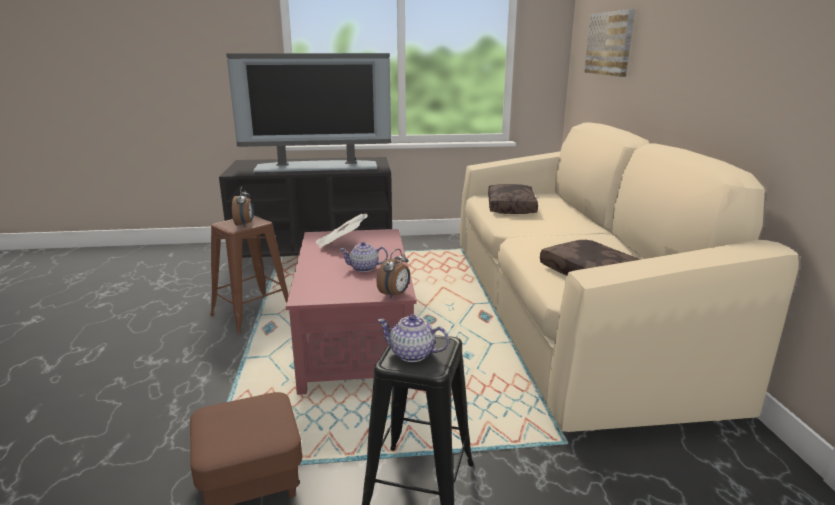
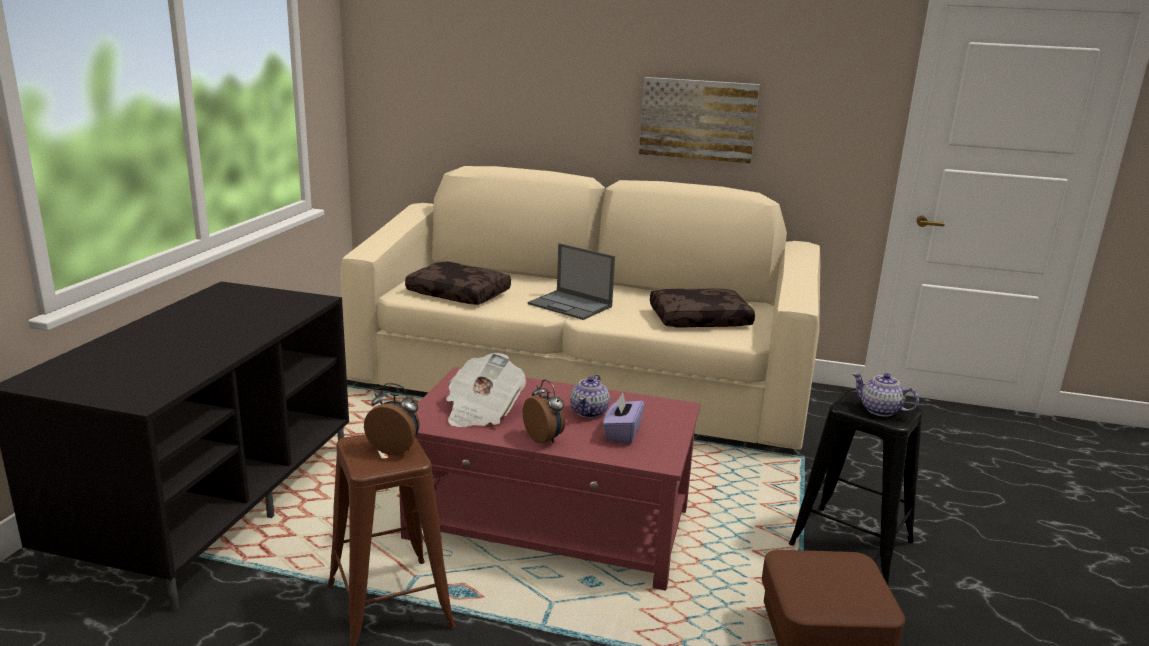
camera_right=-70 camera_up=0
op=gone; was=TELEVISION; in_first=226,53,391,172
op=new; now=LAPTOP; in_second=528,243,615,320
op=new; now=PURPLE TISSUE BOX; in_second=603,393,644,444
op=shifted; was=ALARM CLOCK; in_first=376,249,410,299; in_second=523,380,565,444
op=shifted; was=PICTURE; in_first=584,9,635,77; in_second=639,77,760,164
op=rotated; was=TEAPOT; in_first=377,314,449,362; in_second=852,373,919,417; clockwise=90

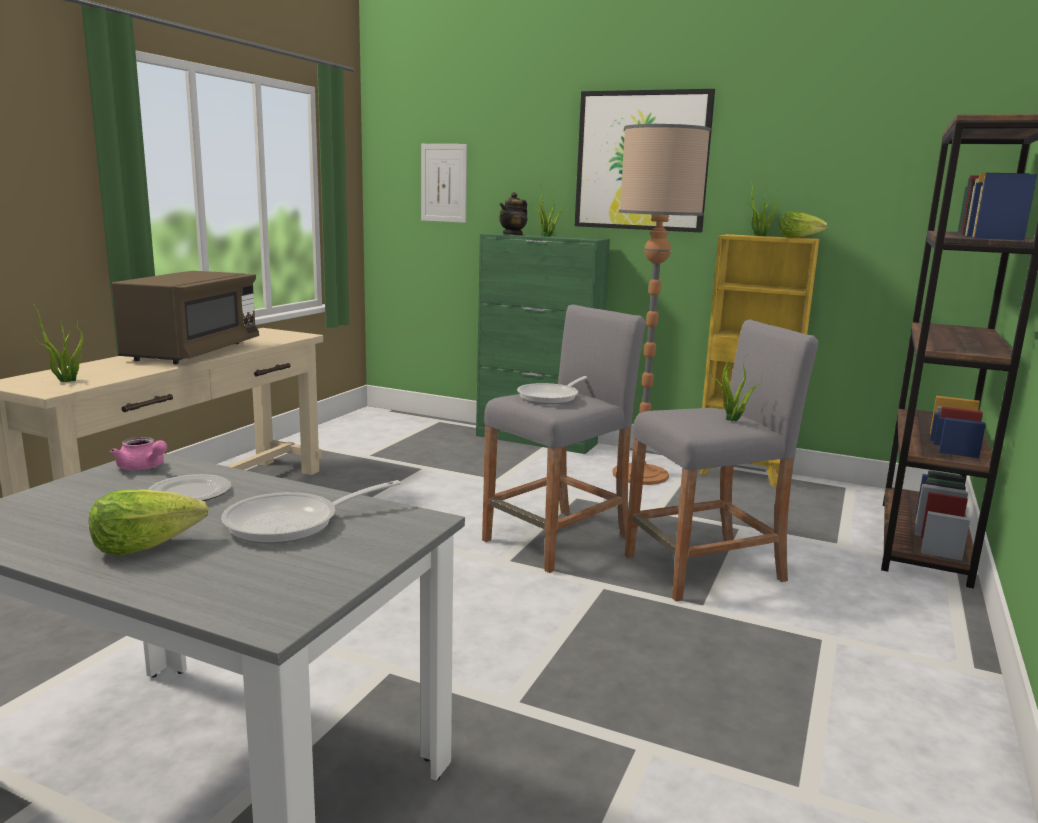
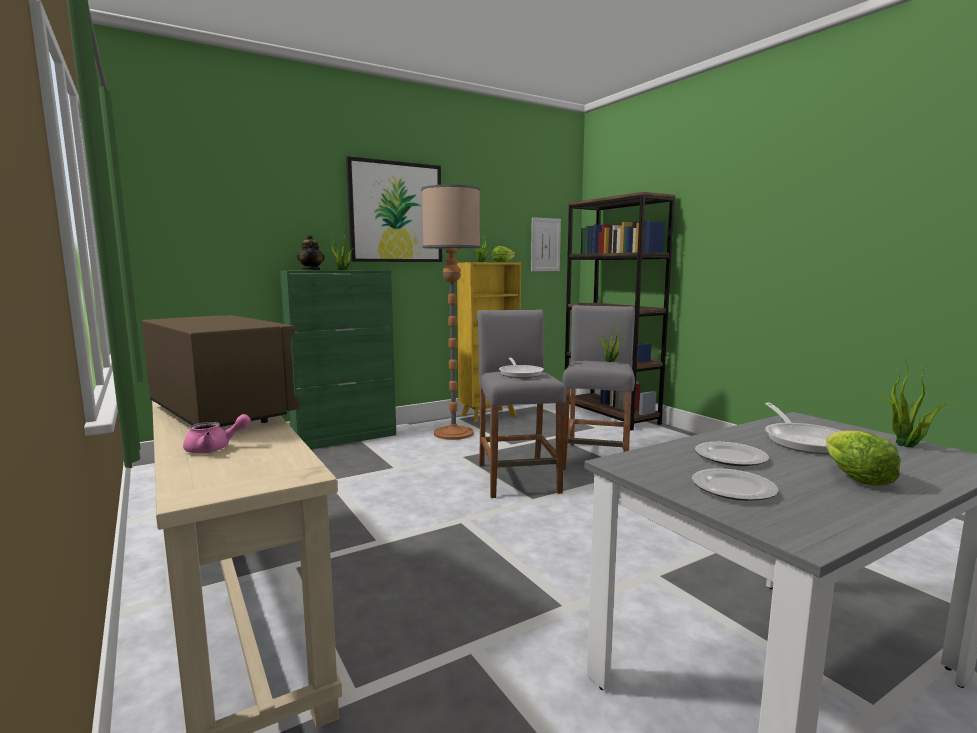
camera_right=-55 camera_up=-5
op=new; now=PLATE; in_second=692,468,778,501
op=shifted; was=POTTED PLANT; in_first=33,303,83,382; in_second=877,360,958,448
op=shifted; was=PINK TEAPOT; in_first=110,437,167,470; in_second=183,414,251,453
op=shifted; was=PICTURE; in_first=421,144,467,223; in_second=531,217,561,271

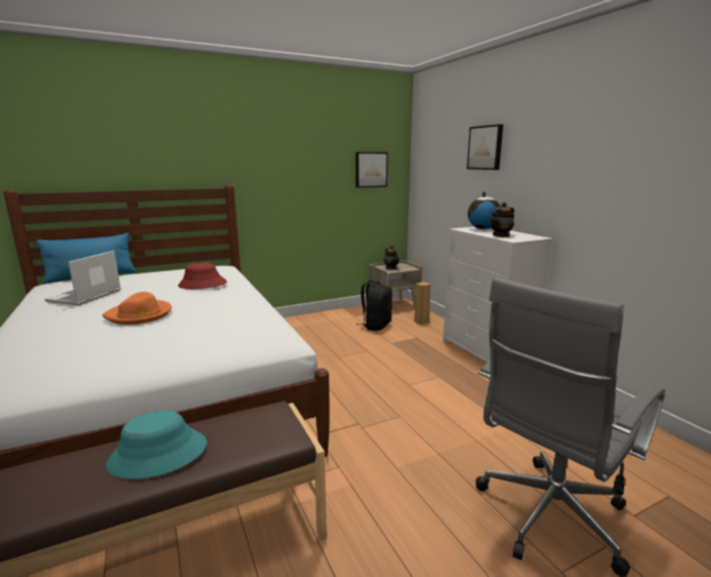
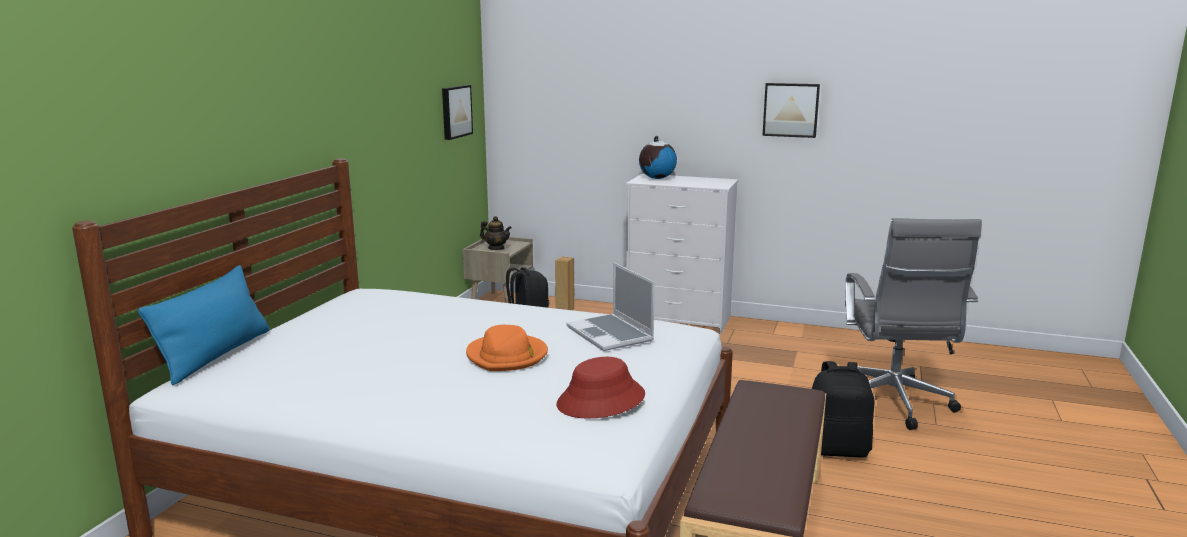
camera_right=-45 camera_up=0
op=gone; was=TURQUOISE HAT; in_first=106,410,207,479
op=gone; was=TEAPOT; in_first=490,202,514,237
op=new; now=BLACK BACKPACK; in_second=812,361,874,458
op=shifted; was=LAPTOP; in_first=45,251,121,306; in_second=566,263,655,351
op=shifted; was=RED HAT; in_first=178,263,227,289; in_second=556,357,645,419
op=shifted; was=PICTURE; in_first=467,124,503,170; in_second=763,83,820,138

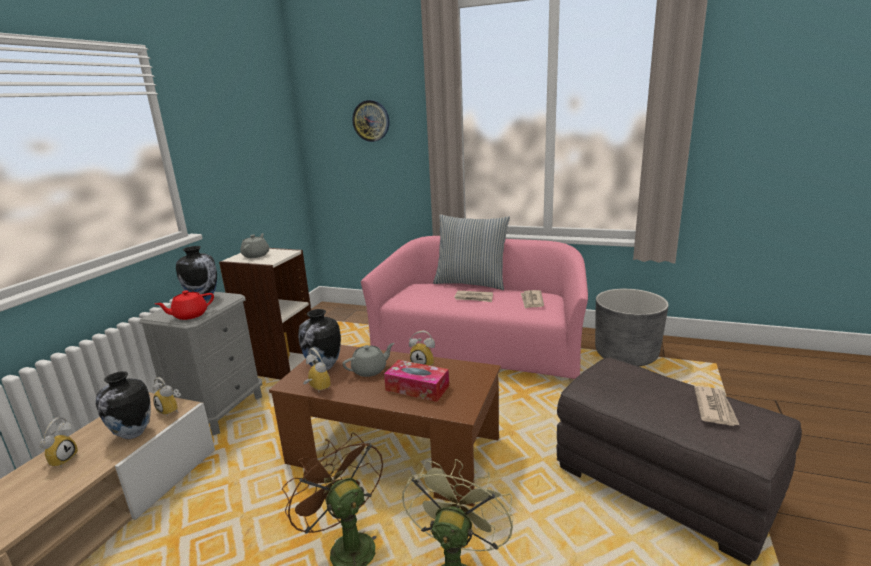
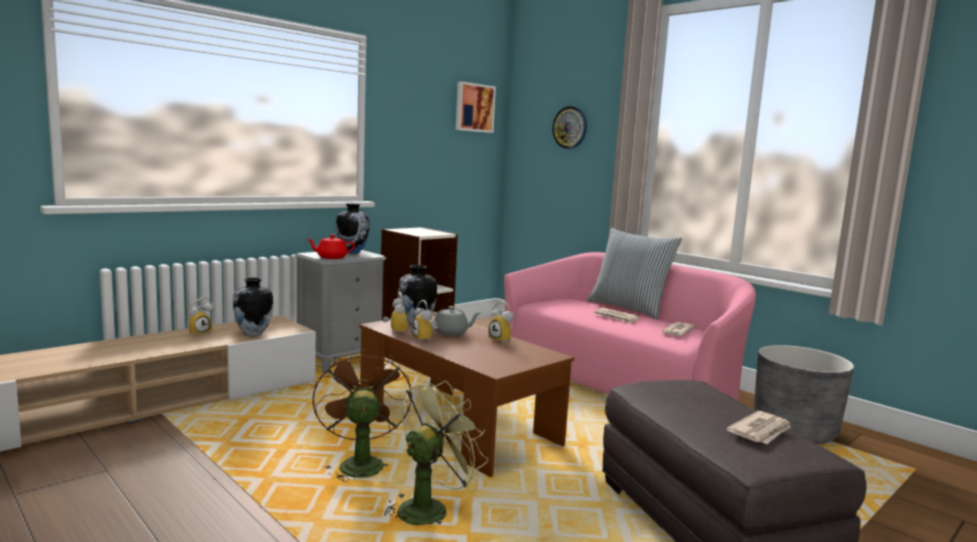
camera_right=25 camera_up=-10
op=gone; was=GREY TEAPOT; in_first=240,233,269,258
op=gone; was=TISSUE BOX; in_first=384,360,449,402
op=new; now=PICTURE; in_second=456,81,496,133
op=shifted; was=ALARM CLOCK; in_first=153,377,181,417; in_second=412,300,437,343

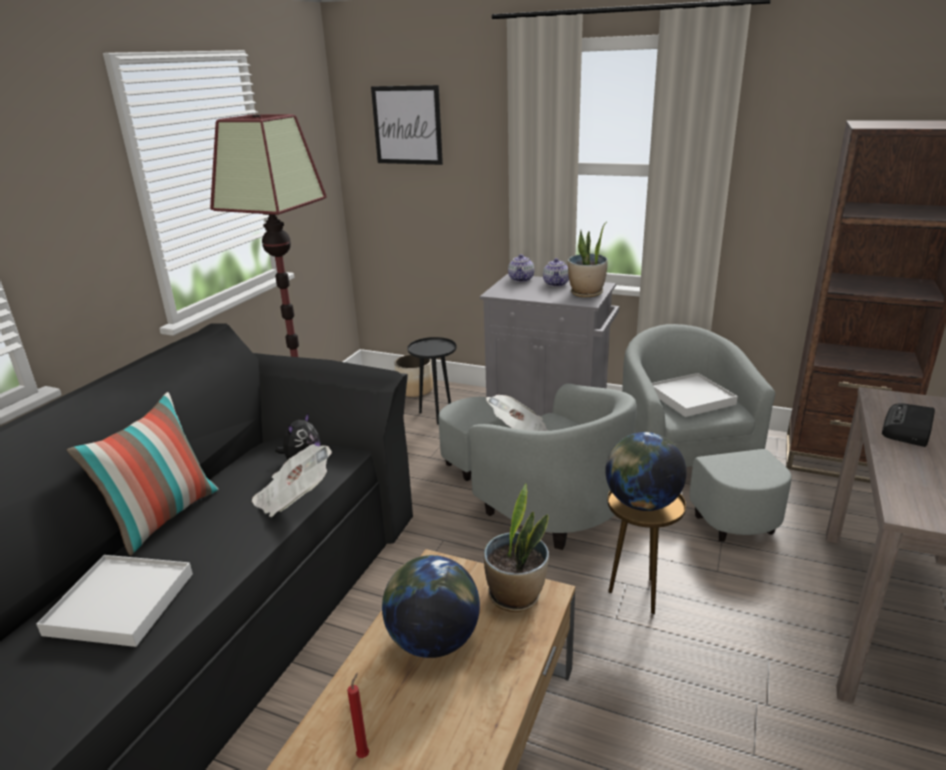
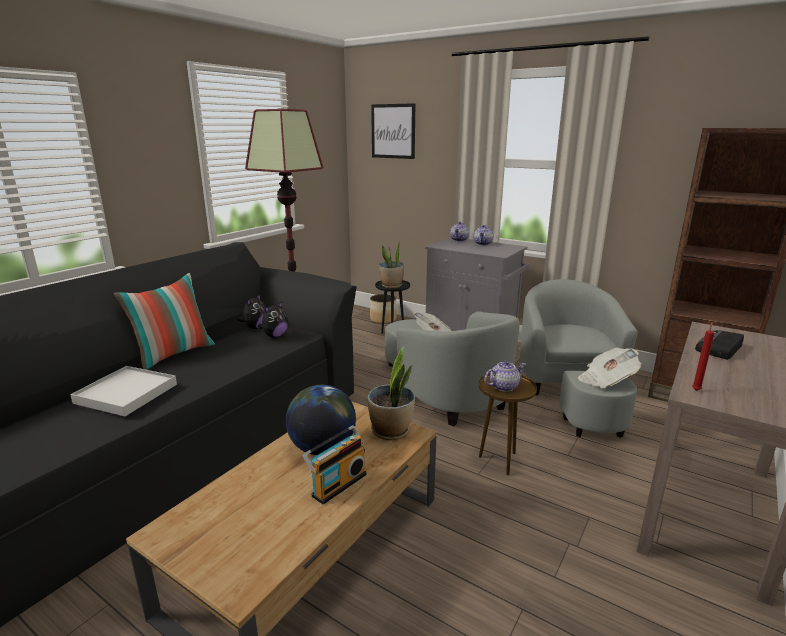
camera_right=10 camera_up=-5
op=gone; was=WHITE TRAY; in_first=652,373,738,417
op=new; now=PLUSH TOY; in_second=237,294,265,329
op=new; now=RADIO; in_second=302,425,367,504
op=shifted; was=NEWSPAPER; in_first=252,444,332,517; in_second=578,348,641,389
op=shifted; was=RED CANDLE; in_first=347,672,369,758; in_second=692,323,714,391
op=shifted; was=POTTED PLANT; in_first=568,222,608,297; in_second=379,241,404,288
op=swapped; was=GLOBE; now=TEAPOT; in_first=605,432,686,511; in_second=484,361,526,392

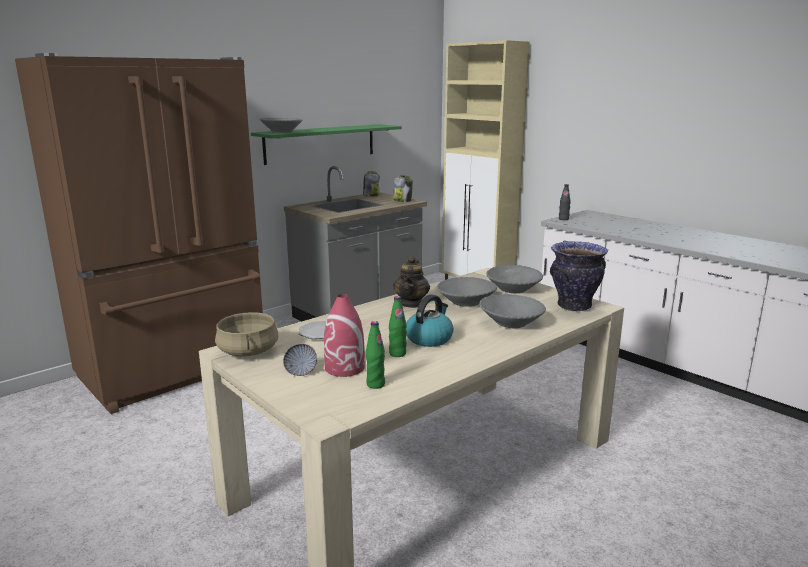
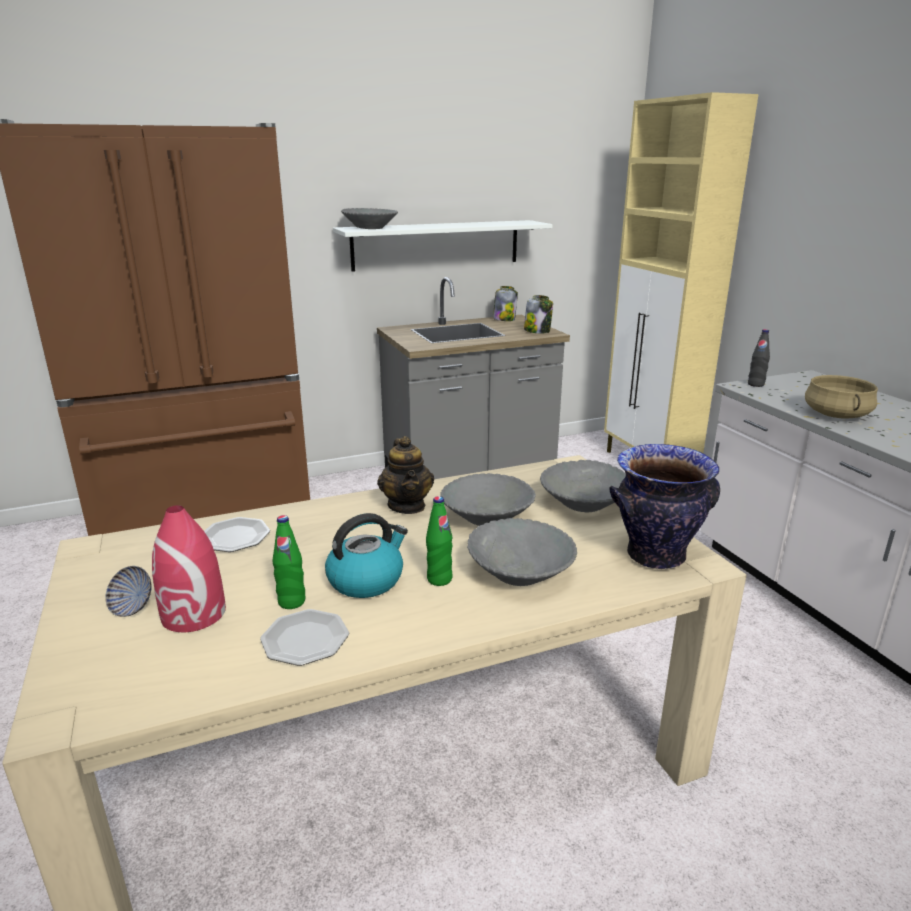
camera_right=20 camera_up=5
op=new; now=PLATE; in_second=260,609,349,666
op=shifted; was=BEIGE COOKING POT; in_first=215,312,278,357; in_second=805,375,878,419
op=shifted; was=GREEN BOTTLE; in_first=366,321,385,389; in_second=426,496,453,586
op=repainted; was=GREEN SHELF; now=WHITE SHELF; in_first=251,124,402,165; in_second=333,220,553,272
op=rotated; was=TEAPOT; in_first=393,256,430,308; in_second=377,436,434,514; clockwise=-45

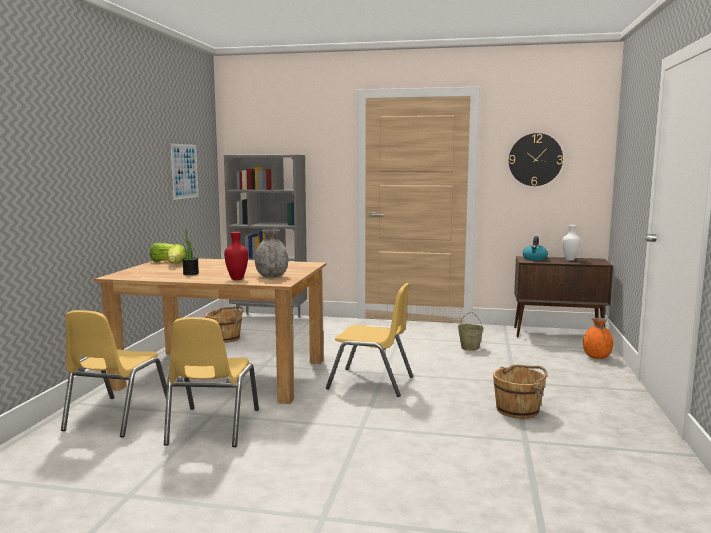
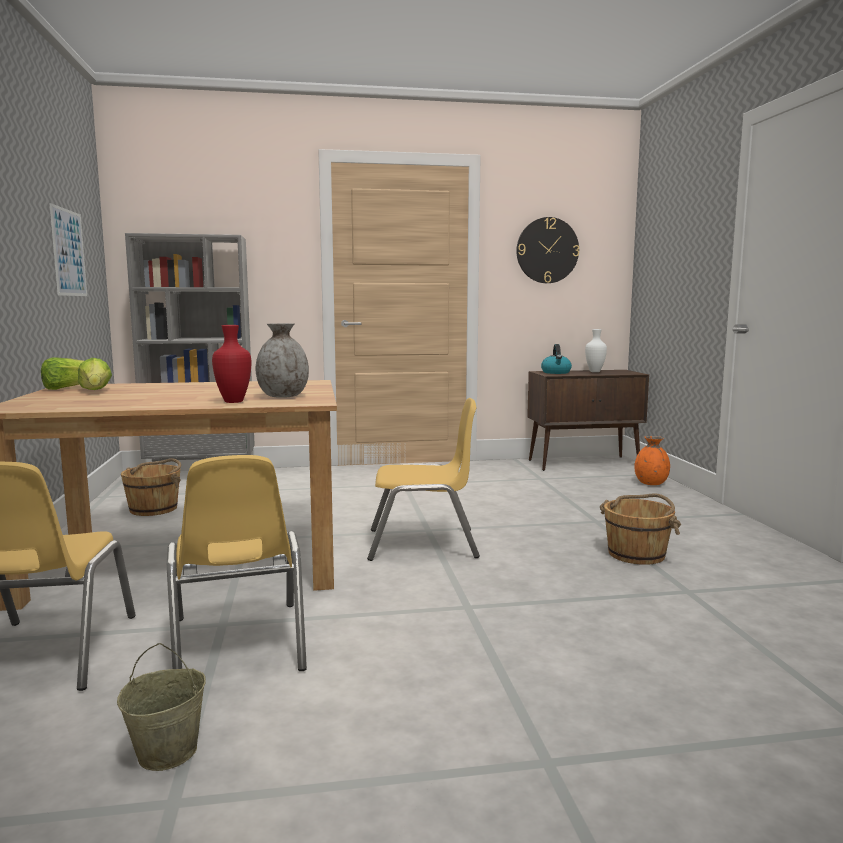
camera_right=-20 camera_up=0
op=gone; was=POTTED PLANT; in_first=182,229,199,275
op=shifted; was=BEIGE BUCKET; in_first=458,312,484,351; in_second=117,643,206,771

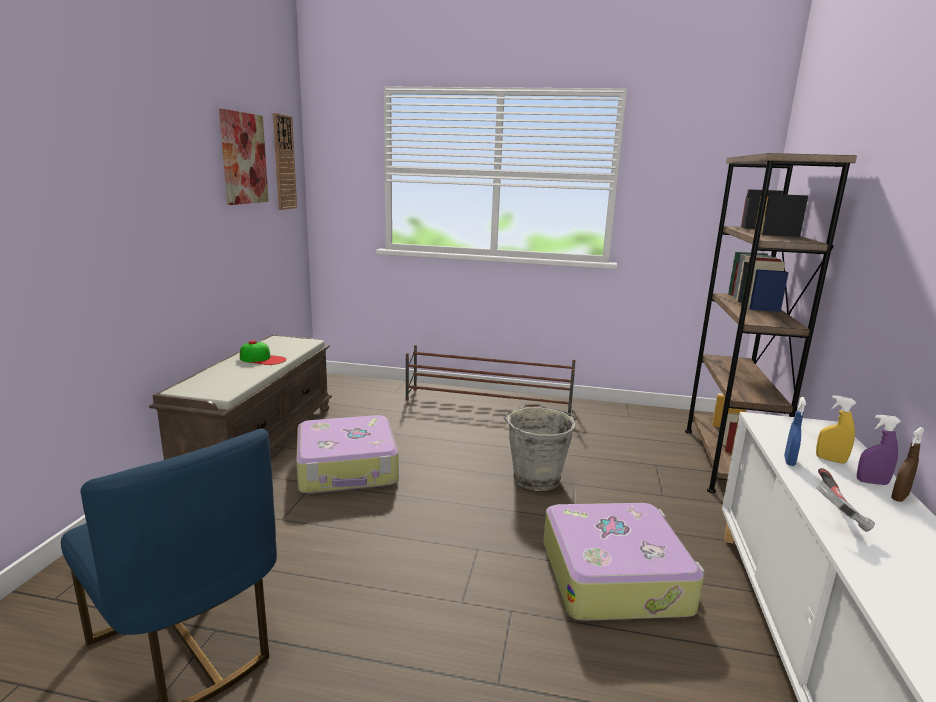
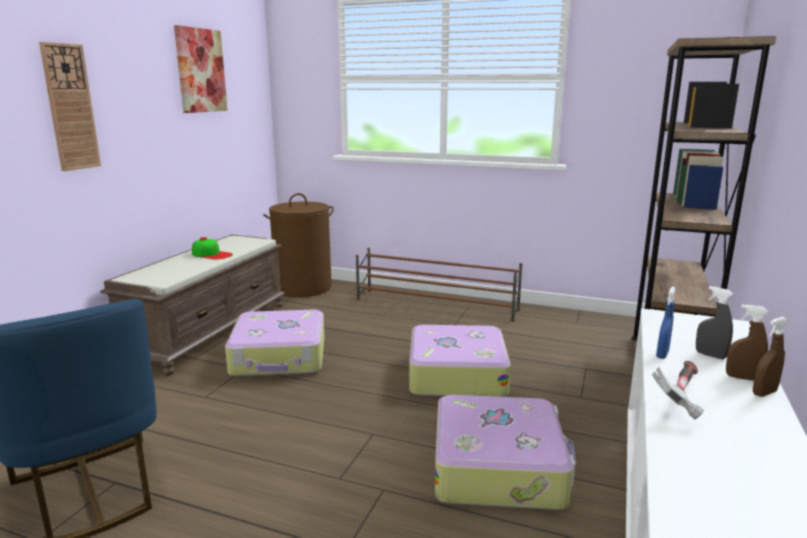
camera_right=10 camera_up=0
op=new; now=BROWN LAUNDRY BASKET; in_second=263,193,334,297
op=shifted; was=WALL CLOCK; in_first=273,113,297,210; in_second=39,42,101,171
op=swapped; was=GREY BUCKET; now=SUITCASE; in_first=504,404,576,491; in_second=409,325,511,397
op=repainted; was=YELLOW SPRAY BOTTLE; now=GREY SPRAY BOTTLE; in_first=816,395,856,464; in_second=696,286,733,359
op=repainted; was=PURPLE SPRAY BOTTLE; now=BROWN SPRAY BOTTLE; in_first=857,415,901,485; in_second=726,304,769,381

